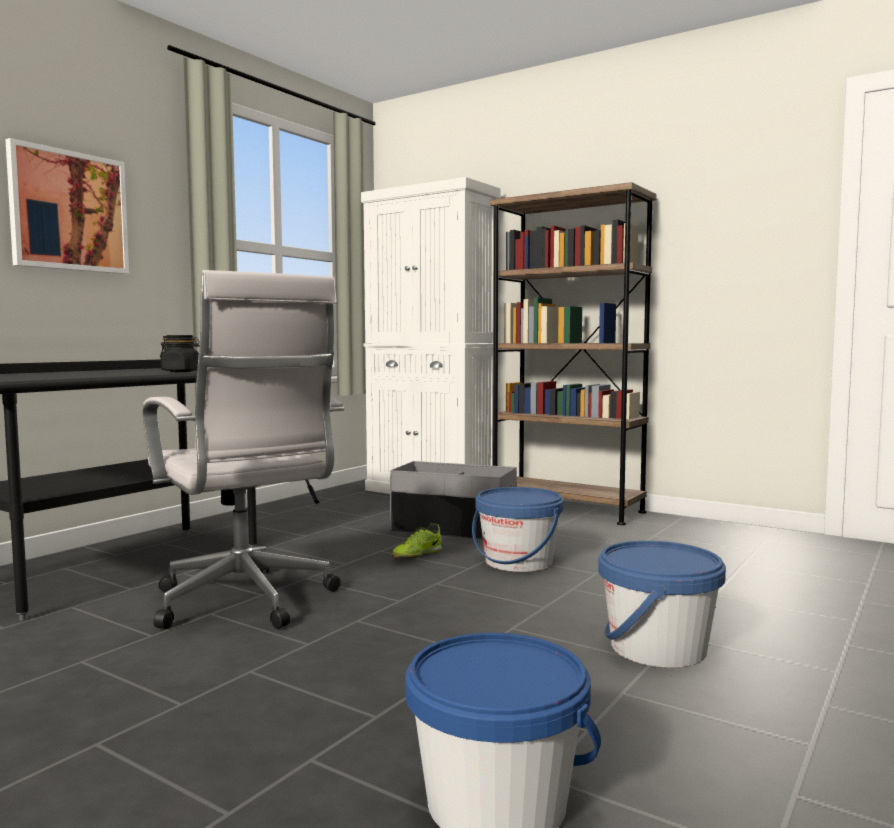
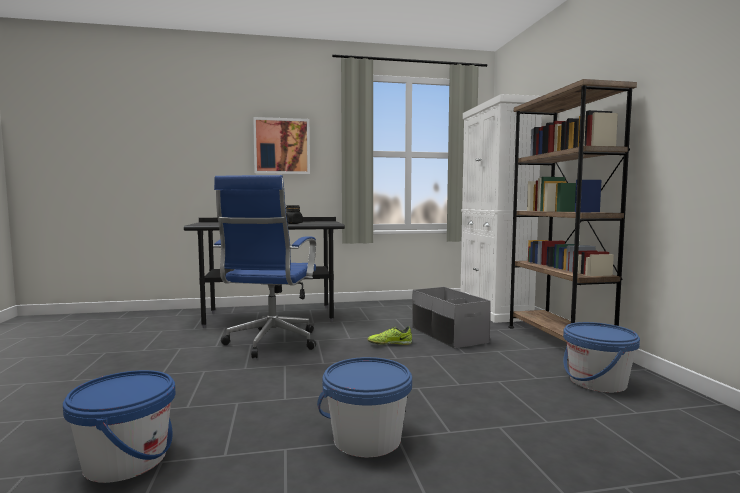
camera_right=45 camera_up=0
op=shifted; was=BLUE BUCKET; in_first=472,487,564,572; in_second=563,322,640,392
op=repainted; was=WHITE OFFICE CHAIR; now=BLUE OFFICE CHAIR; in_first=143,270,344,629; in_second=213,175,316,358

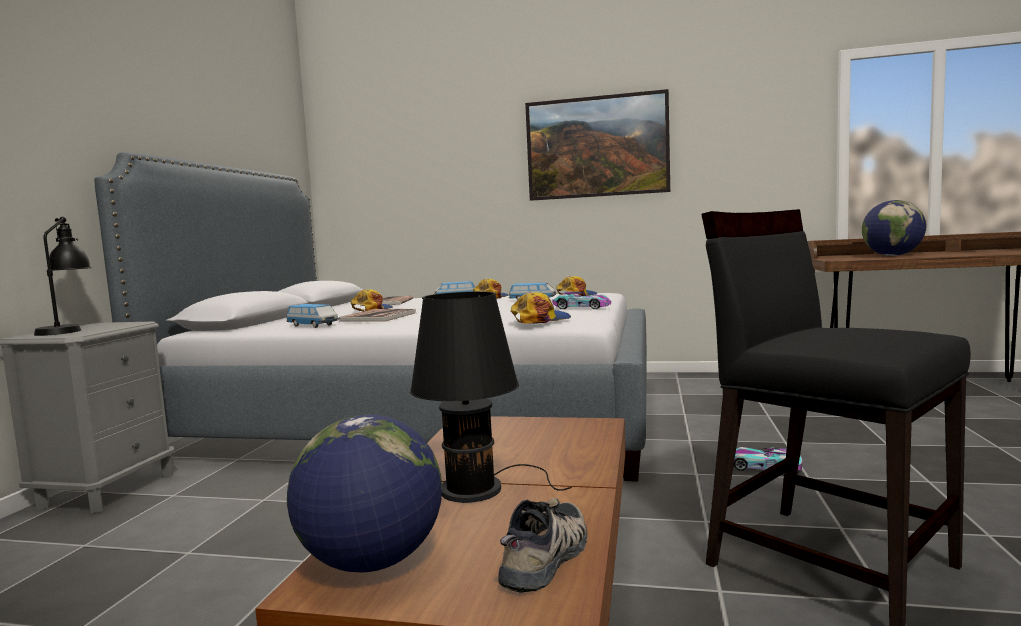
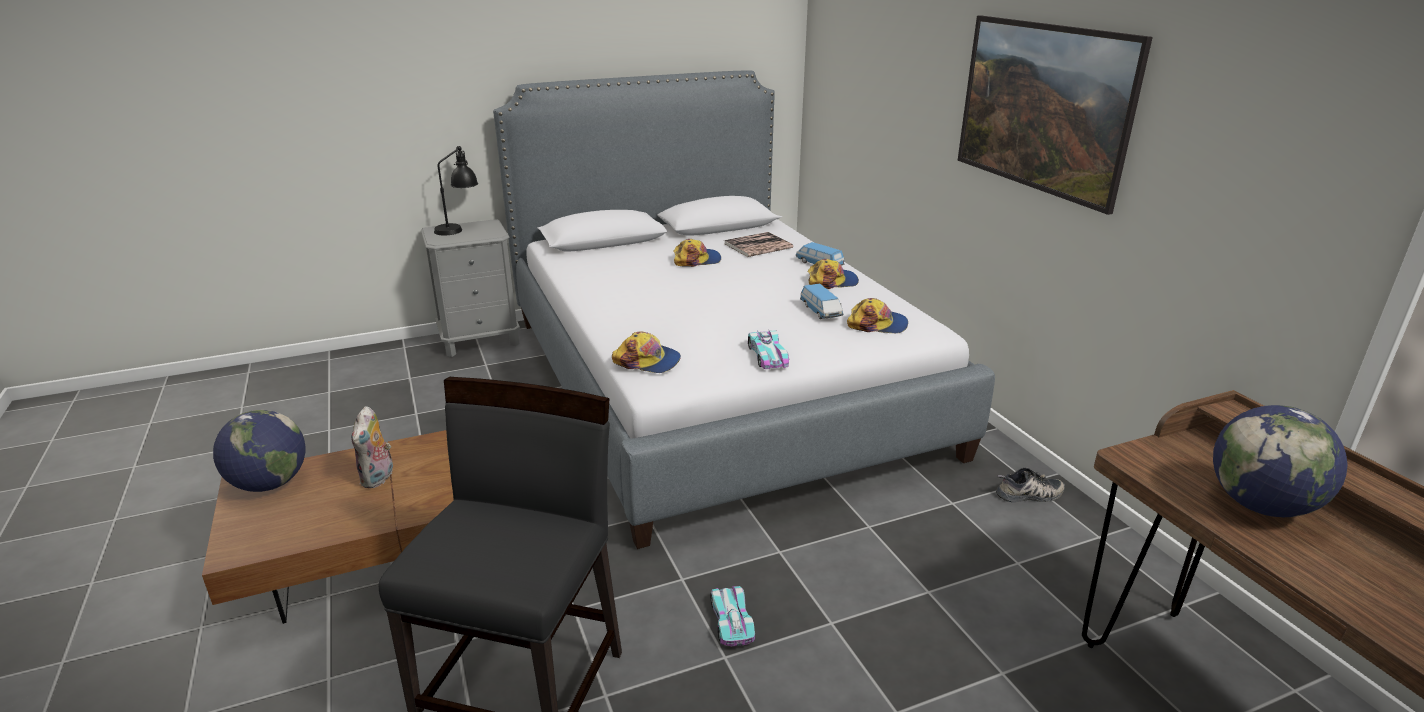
camera_right=55 camera_up=20
op=gone; was=TOY CAR; in_first=287,304,339,328
op=gone; was=BOOK; in_first=338,309,416,322
op=shifted; was=SHOE; in_first=498,498,588,593; in_second=996,467,1065,502
op=swapped; was=BLACK TABLE LAMP; now=PLUSH TOY; in_first=410,291,572,503; in_second=351,406,395,488

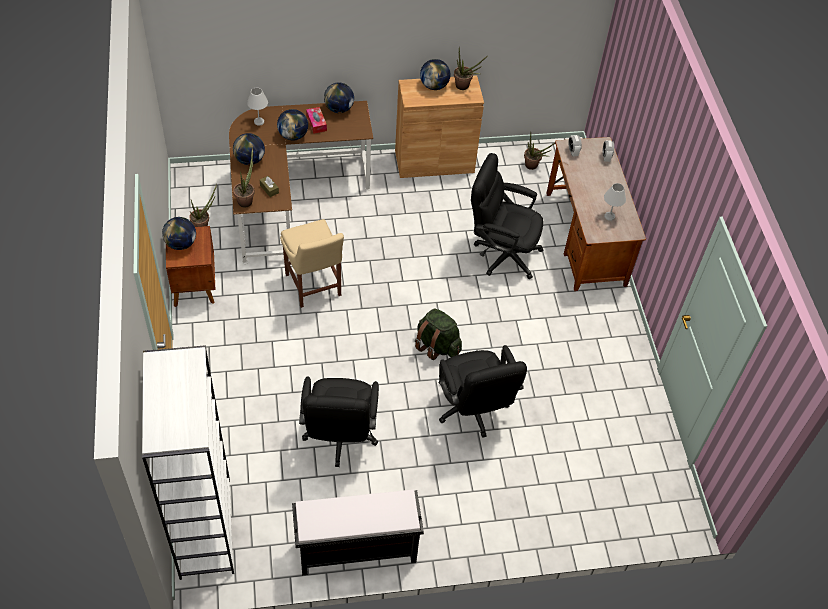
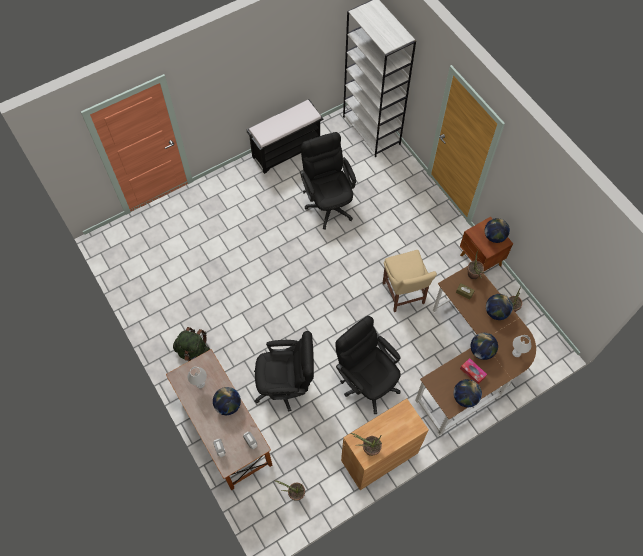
camera_right=160 camera_up=10
op=shifted; was=GREEN BACKPACK; in_first=415,308,462,360; in_second=173,327,210,361
op=shifted; was=GLOBE; in_first=420,59,450,90; in_second=213,387,241,415
op=shifted; was=BLACK OFFICE CHAIR; in_first=439,345,527,438; in_second=336,316,401,414
op=rotated; was=BEIGE CHAIR; in_first=280,219,344,308; in_second=383,250,437,312; clockwise=-150

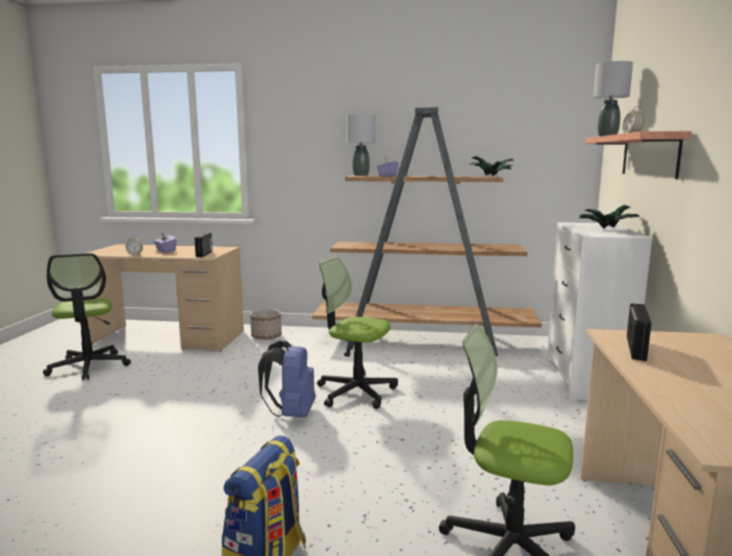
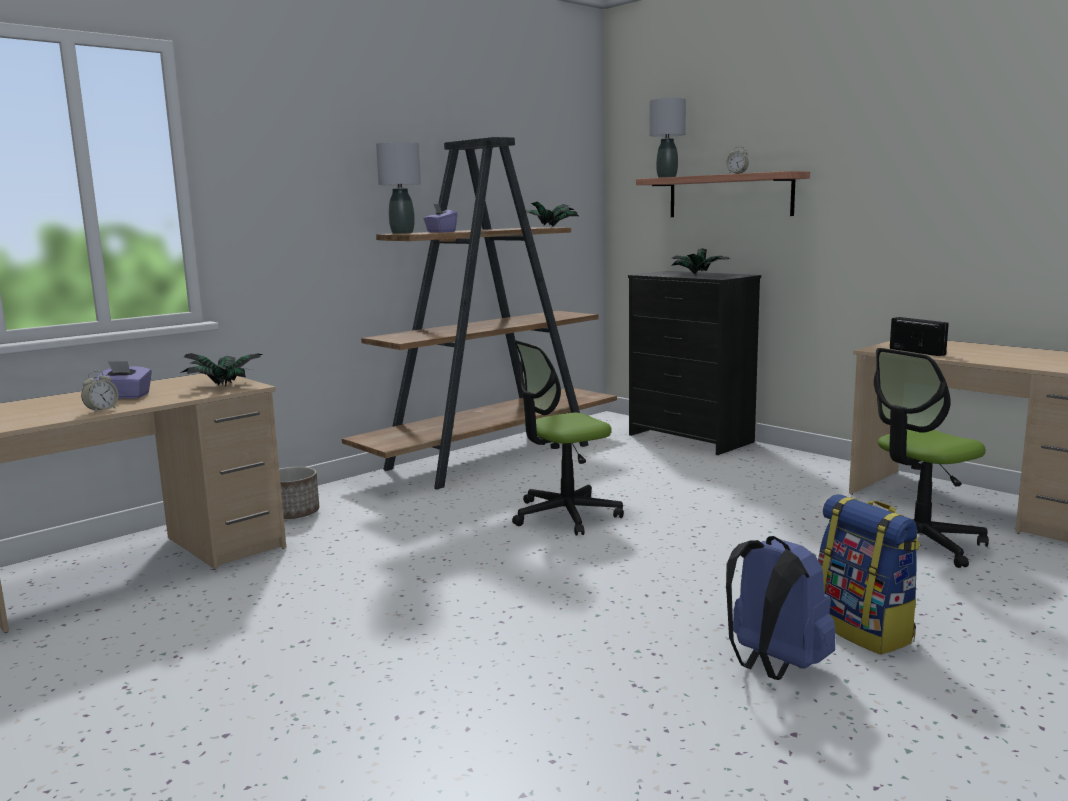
camera_right=-50 camera_up=0
op=gone; was=OFFICE CHAIR; in_first=43,253,131,380
op=shifted; was=BLUE BACKPACK; in_first=258,341,316,418; in_second=726,536,836,680
op=swapped; was=RADIO; now=POTTED PLANT; in_first=195,233,213,257; in_second=180,353,264,386
op=repainted; was=WHITE DRESSER; now=BLACK DRESSER; in_first=547,222,653,400; in_second=628,271,761,455

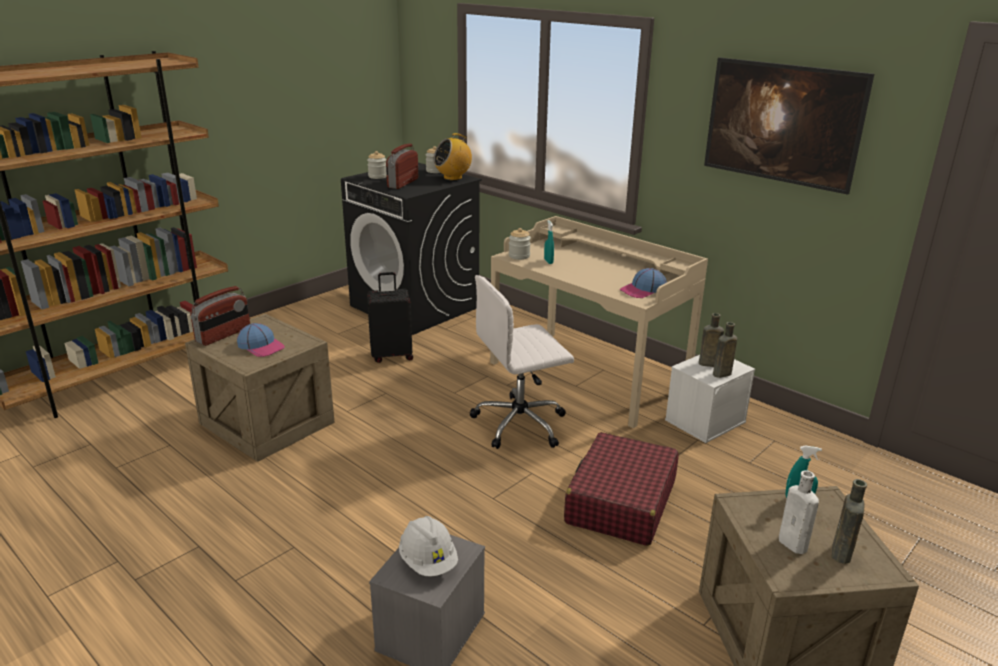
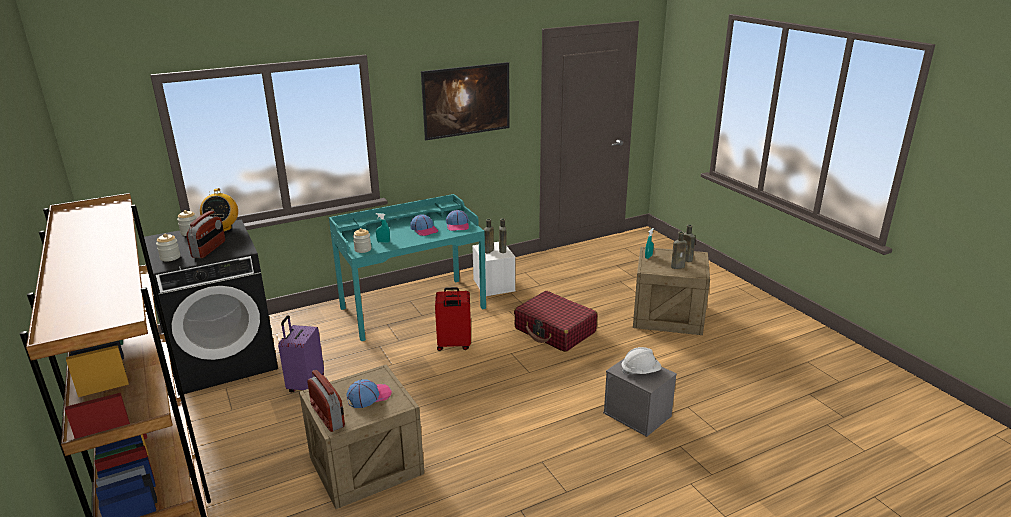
camera_right=-70 camera_up=0
op=new; now=CAP; in_second=410,214,438,236
op=swapped; was=WHITE OFFICE CHAIR; now=RED SUITCASE; in_first=470,275,574,449; in_second=435,287,471,351
op=repainted; was=BLACK SUITCASE; now=PURPLE SUITCASE; in_first=367,272,413,363; in_second=278,315,324,392
op=repainted; was=BEIGE DESK; now=TURQUOISE DESK; in_first=490,216,708,429; in_second=329,194,486,341
op=repainted; was=WHITE BOTTLE; now=BROWN BOTTLE; in_first=779,471,819,557; in_second=671,231,687,269
op=rotated; was=RADIO; in_first=386,144,418,189; in_second=186,210,225,258; clockwise=-120

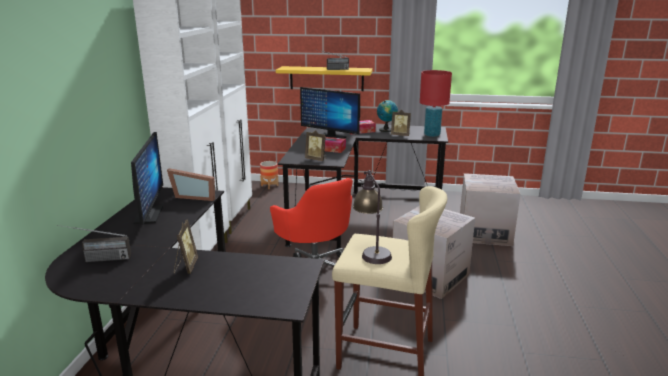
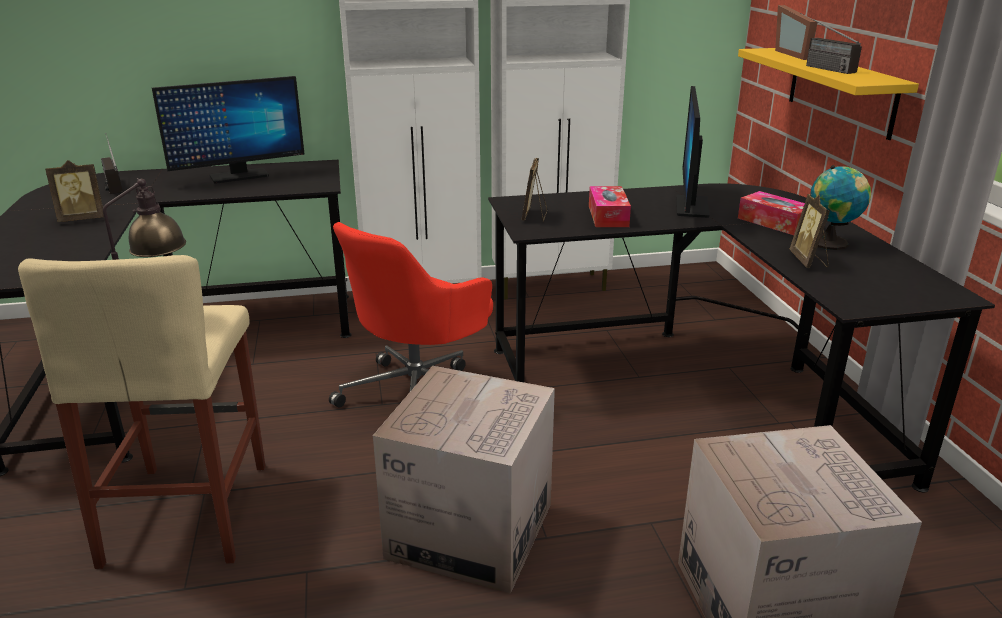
camera_right=70 camera_up=5
op=gone; was=PLANTER; in_first=260,161,279,189
op=gone; was=RED TABLE LAMP; in_first=420,70,452,137
op=shifted; was=PICTURE FRAME; in_first=167,168,215,201; in_second=775,5,817,60

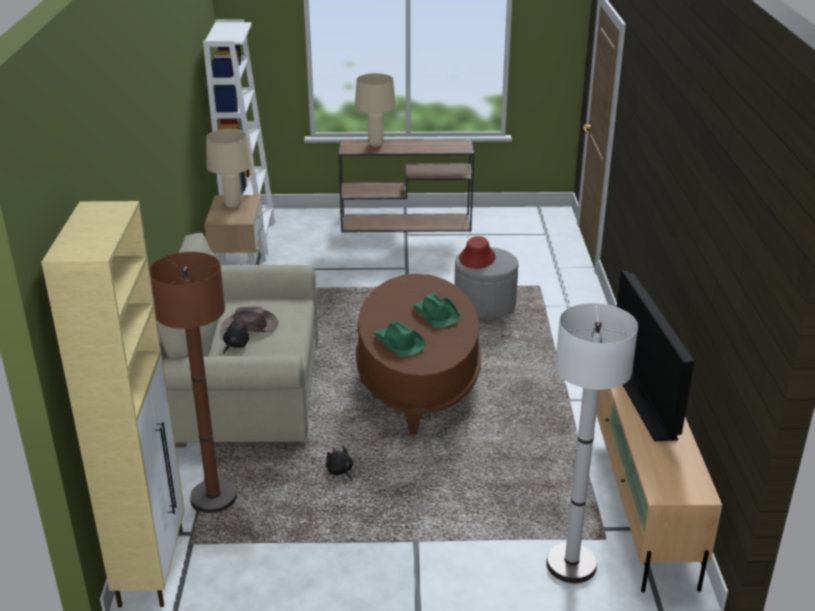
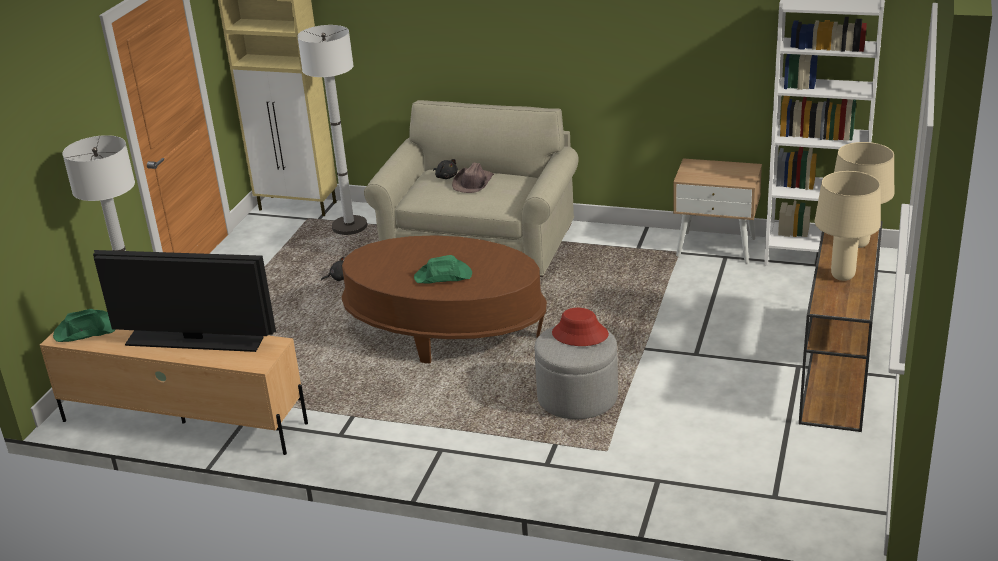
camera_right=110 camera_up=0
op=shifted; was=BEIGE TABLE LAMP; in_first=206,129,252,208; in_second=815,171,881,281
op=shifted; was=GREEN HAT; in_first=374,321,426,357; in_second=53,309,116,342
op=repainted; was=BROWN FLOOR LAMP; now=WHITE FLOOR LAMP; in_first=149,252,237,513; in_second=297,25,367,235

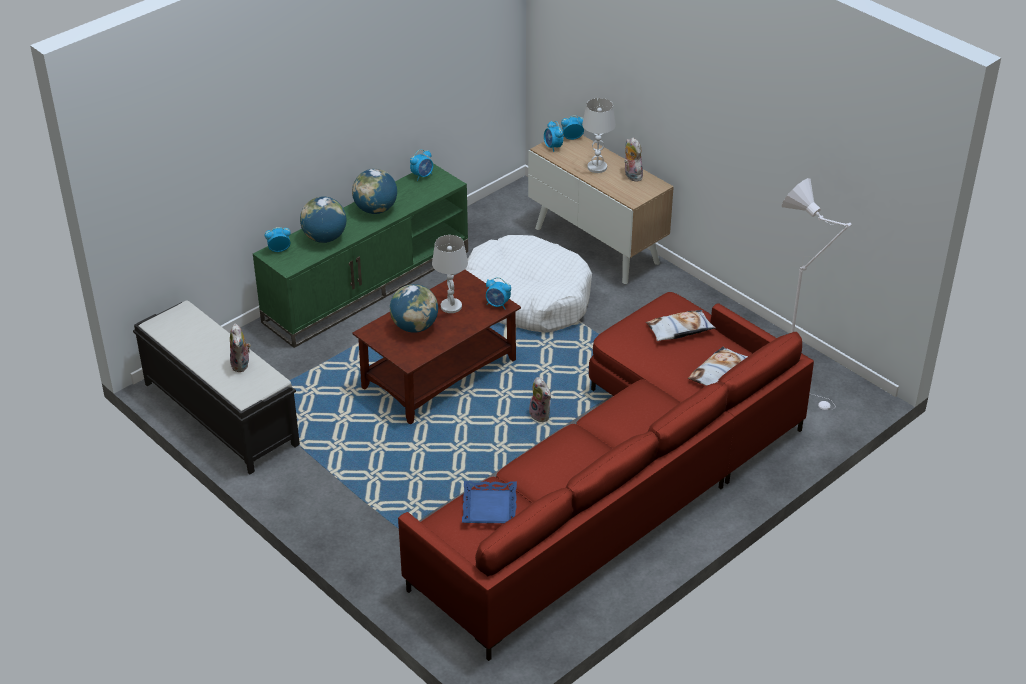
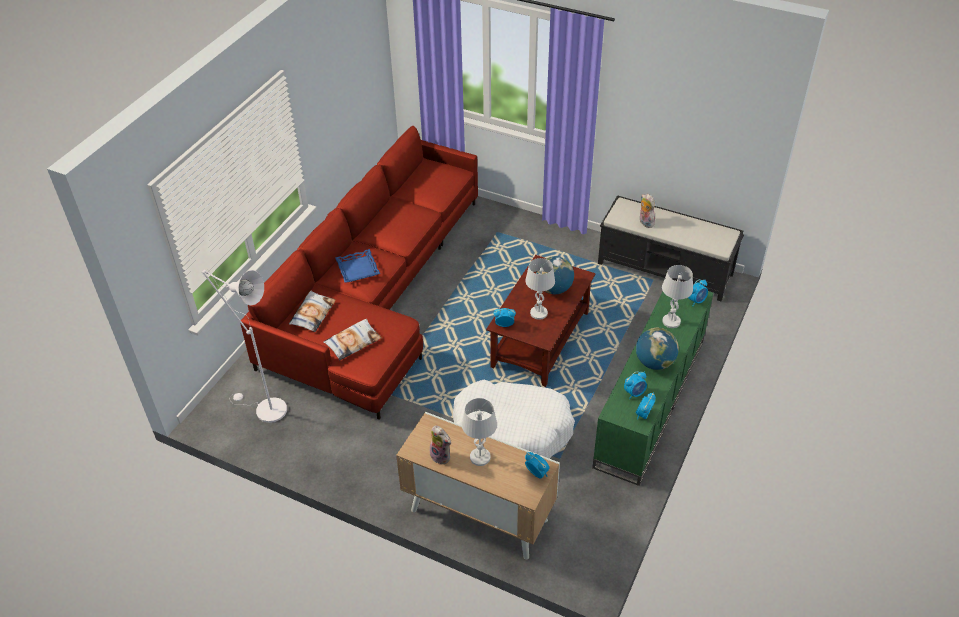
camera_right=160 camera_up=5
op=gone; was=PLUSH TOY; in_first=529,377,551,422
op=shifted; was=BLUE TRAY; in_first=462,481,517,523; in_second=335,249,380,283
op=shifted; was=ALARM CLOCK; in_first=561,115,584,140; in_second=624,371,647,399
op=swapped; was=GLOBE; now=WHITE TABLE LAMP; in_first=300,197,346,243; in_second=662,265,693,328

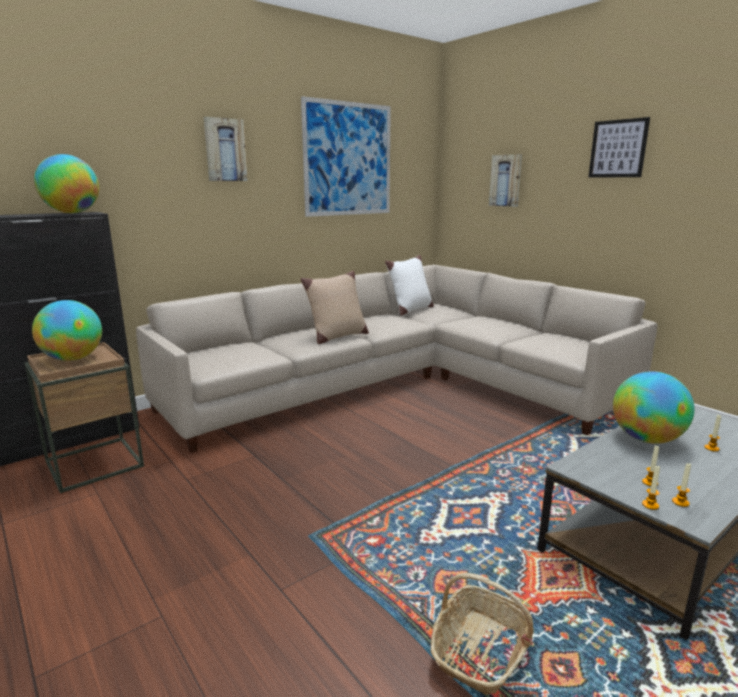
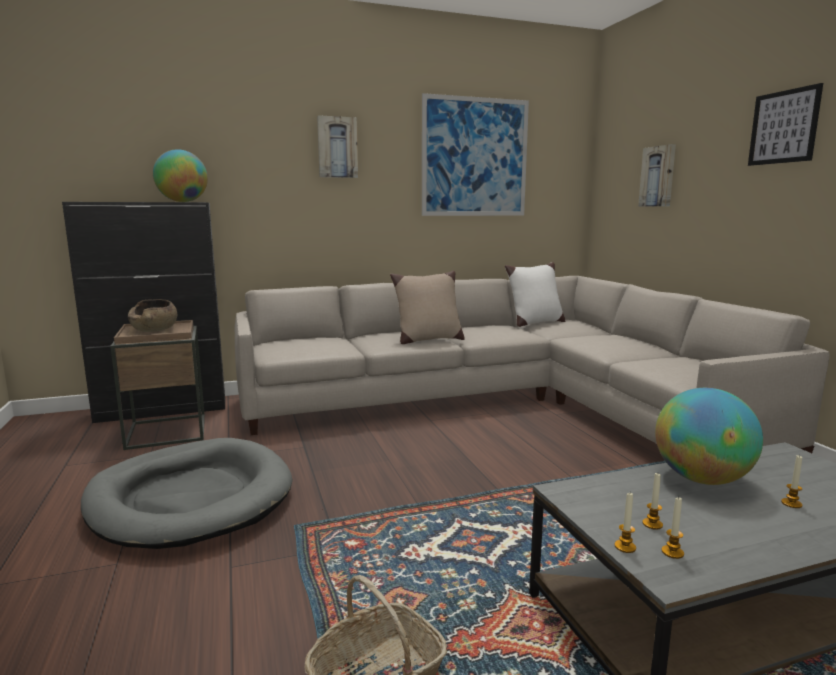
camera_right=20 camera_up=-5
op=new; now=GREY DOG BED; in_second=81,438,292,549
op=swapped; was=GLOBE; now=BROWN BOWL; in_first=32,300,102,361; in_second=128,299,177,332

